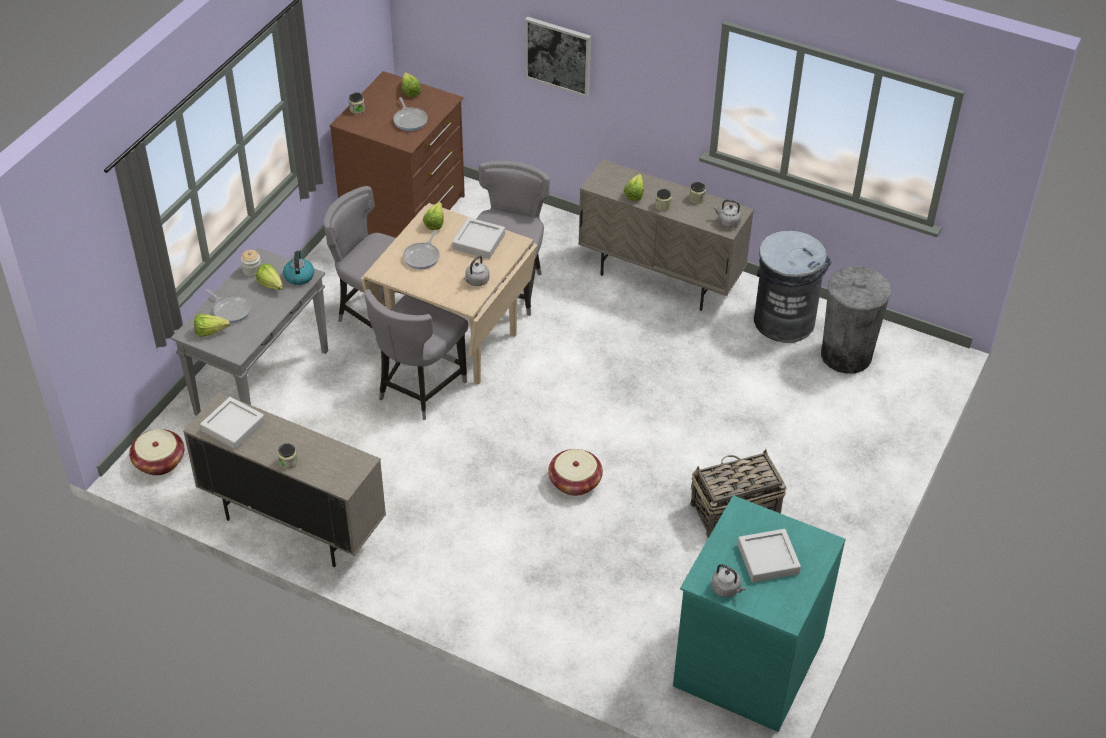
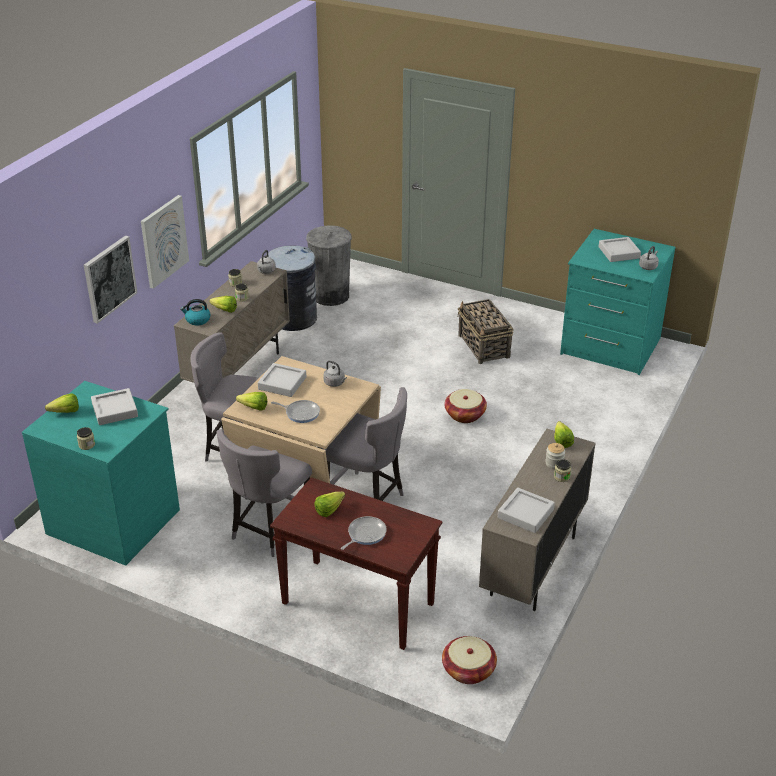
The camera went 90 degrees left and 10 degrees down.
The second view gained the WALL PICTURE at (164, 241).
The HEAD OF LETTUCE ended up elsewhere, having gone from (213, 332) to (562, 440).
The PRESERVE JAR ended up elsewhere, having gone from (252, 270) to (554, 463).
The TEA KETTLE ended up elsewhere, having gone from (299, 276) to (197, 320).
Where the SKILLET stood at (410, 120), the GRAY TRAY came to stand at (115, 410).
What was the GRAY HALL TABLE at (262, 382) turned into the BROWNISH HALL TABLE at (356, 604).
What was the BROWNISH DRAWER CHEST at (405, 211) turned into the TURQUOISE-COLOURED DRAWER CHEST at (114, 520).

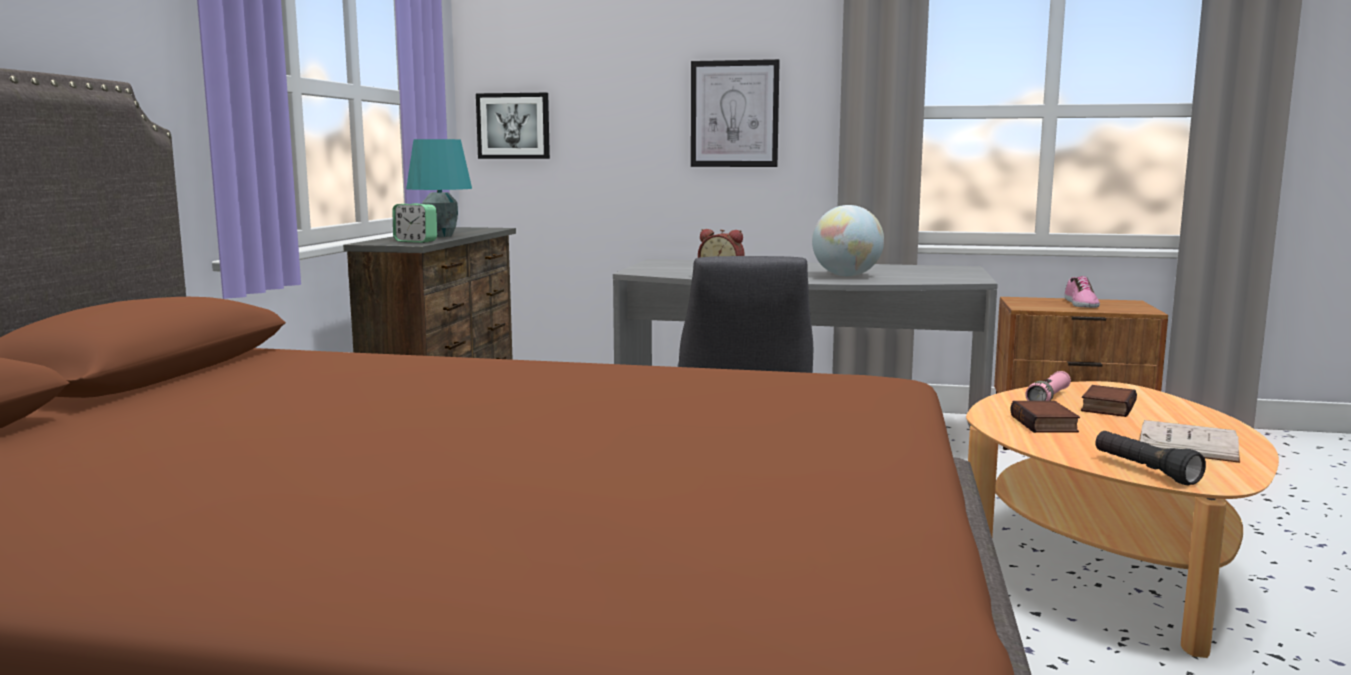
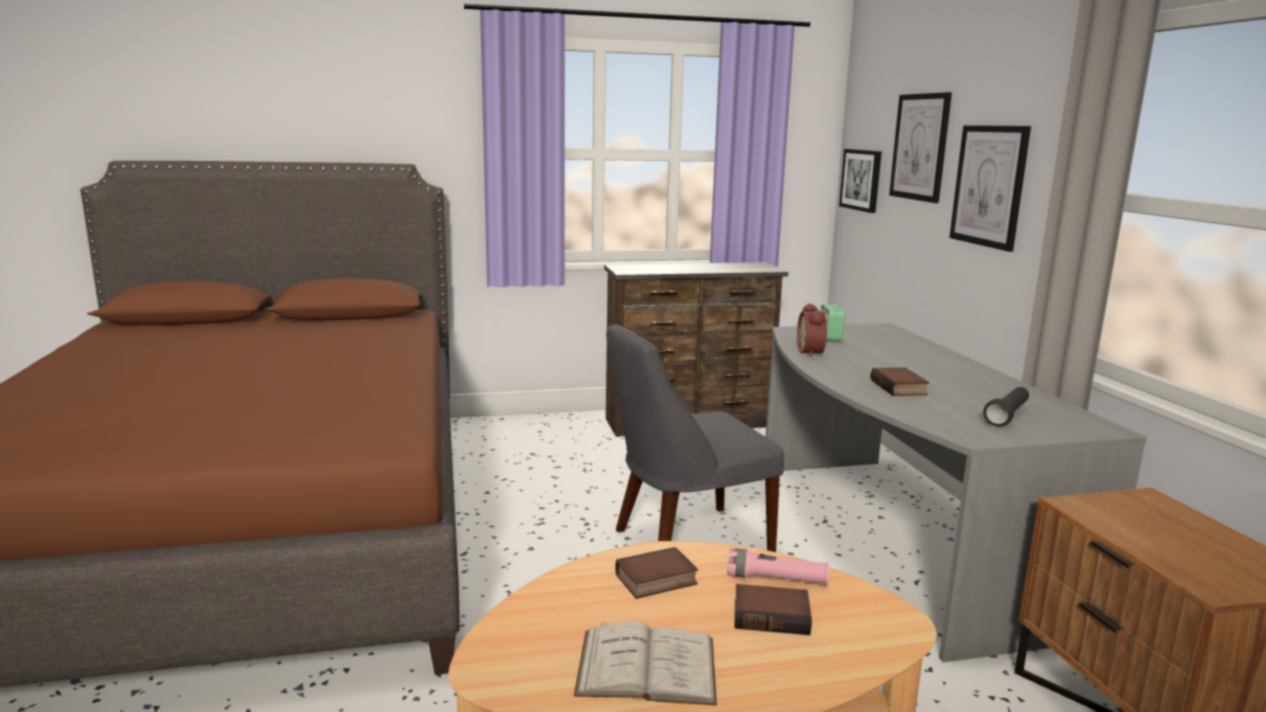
The camera went 65 degrees right and 5 degrees up.
The second view lost the TURQUOISE-COLOURED TABLE LAMP at (442, 236).
The second view lost the ITEM OF FOOTWEAR at (1080, 304).
The second view gained the WALL PICTURE at (920, 147).
The ALARM CLOCK ended up elsewhere, having gone from (415, 241) to (829, 338).
The BLACKISH HAND TORCH ended up elsewhere, having gone from (1144, 470) to (1007, 416).
Where the WORLD GLOBE stood at (846, 276), the BOOK came to stand at (900, 387).

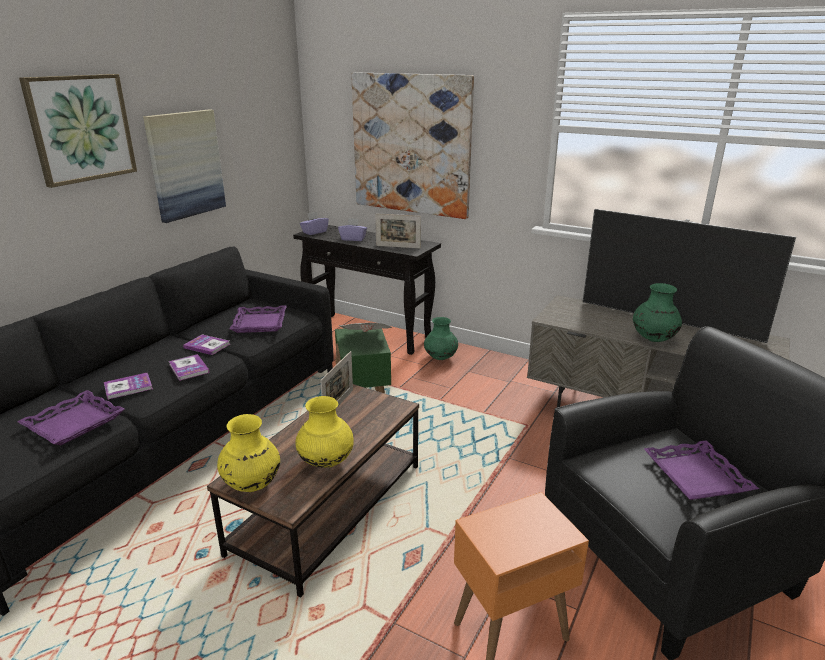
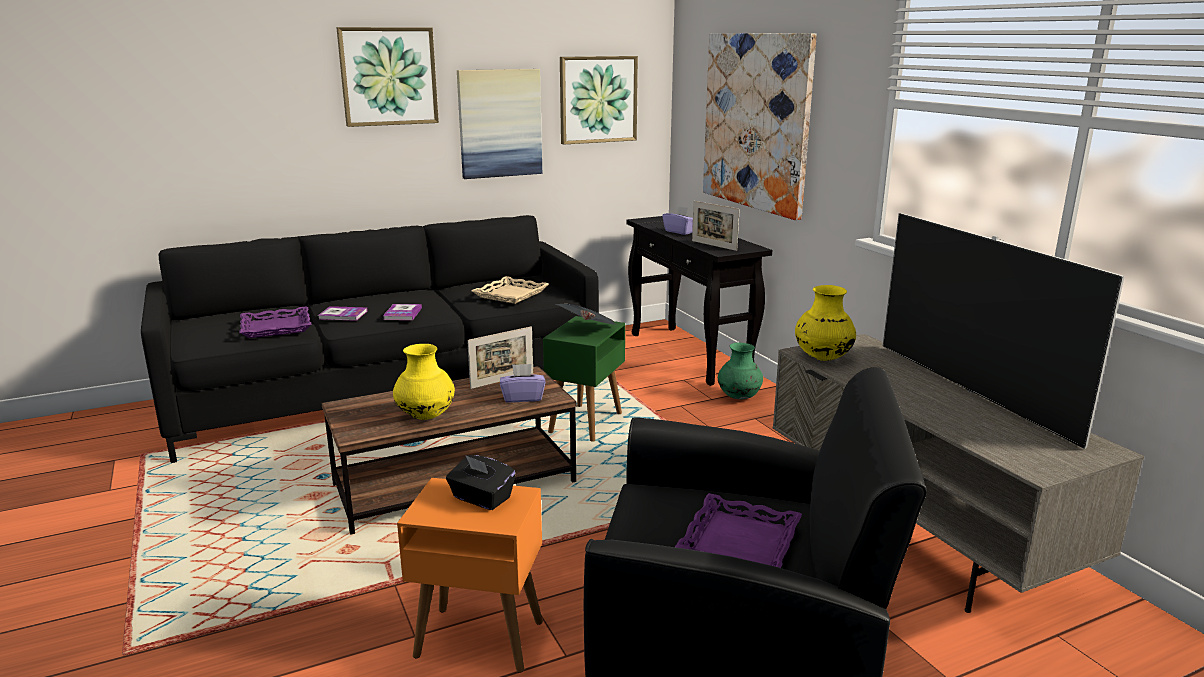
The camera went 35 degrees right and 5 degrees down.
The second view lost the BOOK at (207, 346).
The second view lost the GREENISH VASE at (653, 339).
The second view gained the BLACKISH TISSUE BOX at (481, 498).
The second view gained the WALL PICTURE at (598, 99).
The YELLOW-COLOURED VASE ended up elsewhere, having gone from (251, 484) to (822, 358).
The PURPLE TISSUE BOX ended up elsewhere, having gone from (314, 232) to (522, 397).
What was the PURPLE TRAY at (260, 323) turned into the SAND-COLOURED TRAY at (511, 295).

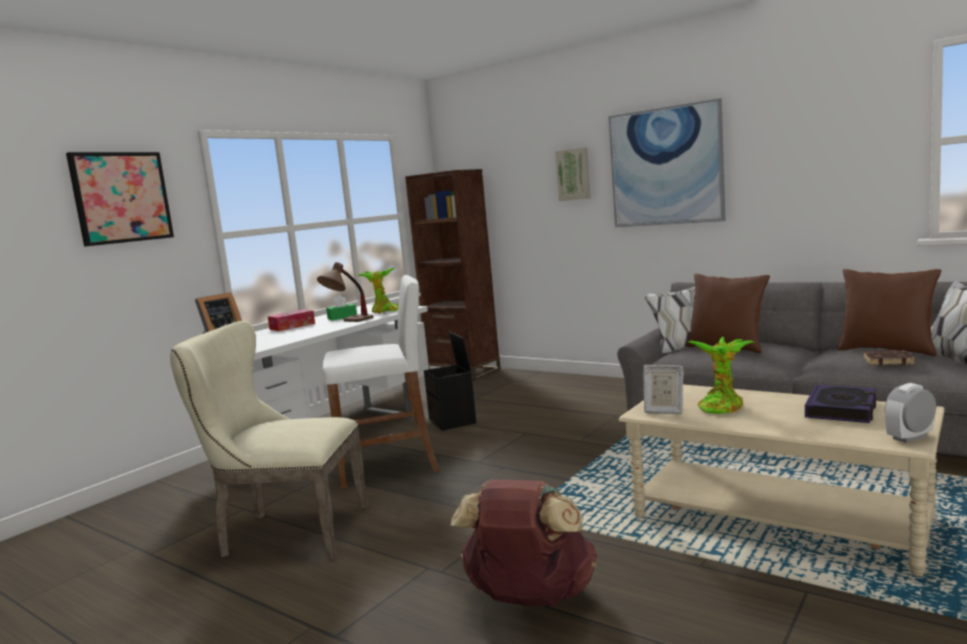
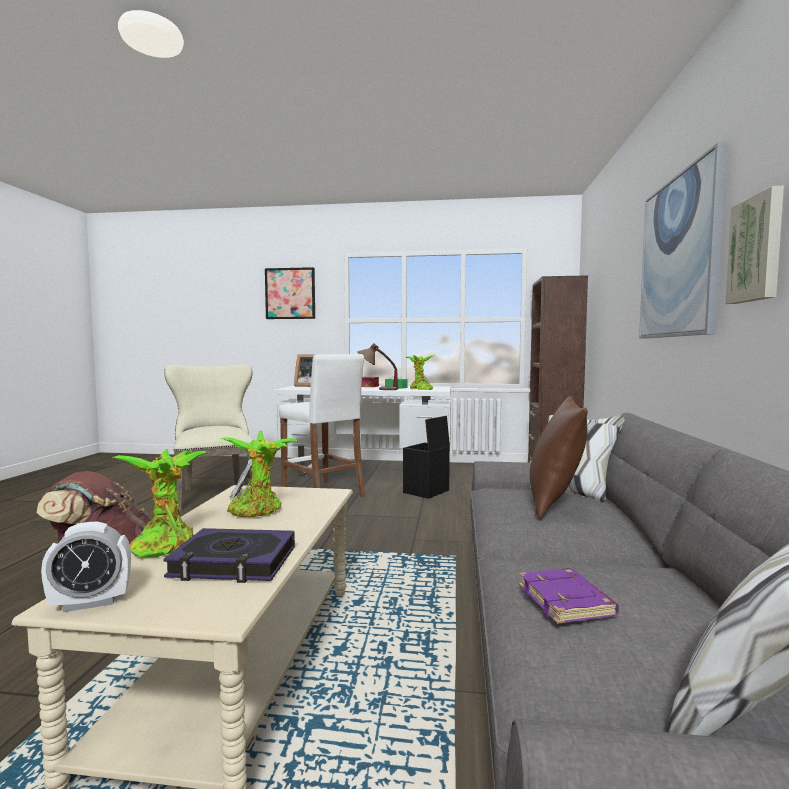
The camera went 60 degrees right and 5 degrees down.
The second view lost the BROWNISH THROW PILLOW at (887, 350).
The second view gained the POTTED PLANT at (164, 544).
The WALL PICTURE ended up elsewhere, having gone from (573, 174) to (757, 249).
What was the BROWNISH BOOK at (888, 361) turned into the PURPLE BOOK at (567, 602).
The ALARM CLOCK at (910, 438) ended up facing another way, 120 degrees clockwise from before.

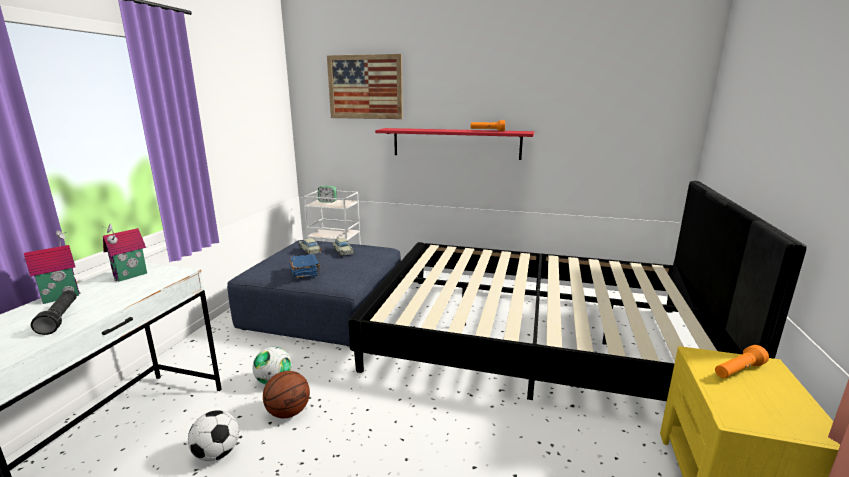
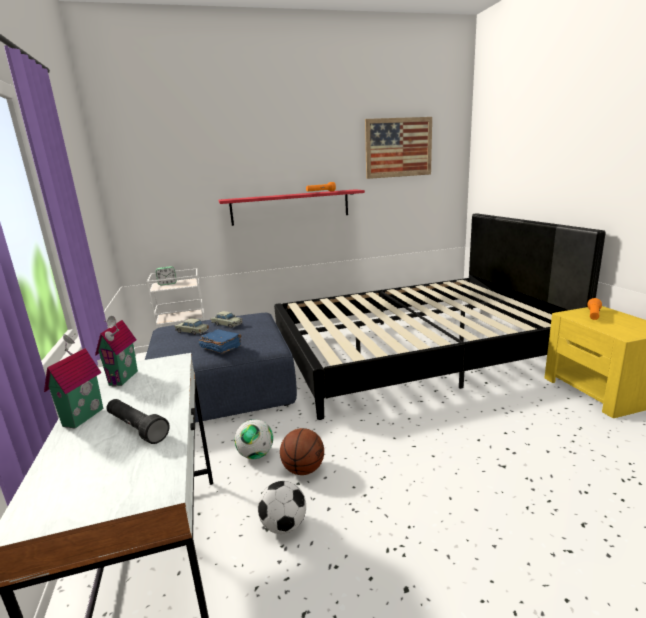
The camera went 30 degrees left and 0 degrees up.
The WALL PICTURE ended up elsewhere, having gone from (365, 87) to (398, 147).

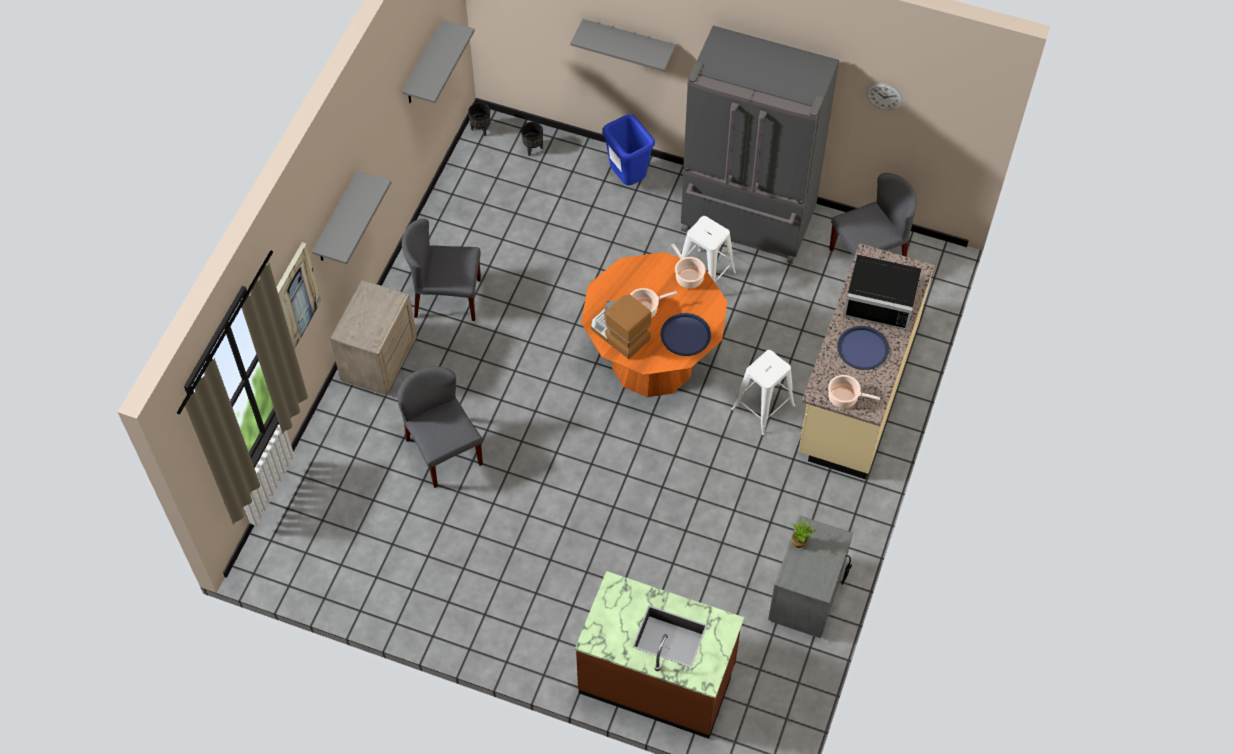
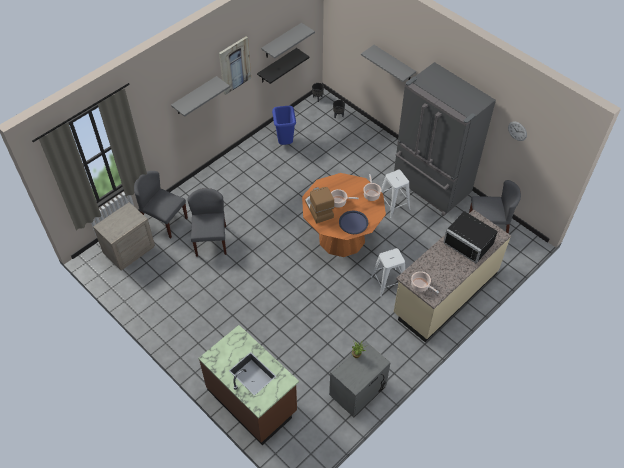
The camera went 25 degrees right and 5 degrees down.
The second view lost the BLUE TRAY at (862, 348).
The second view gained the BLACKISH WALL SHELF at (277, 66).
The WALL PICTURE ended up elsewhere, having gone from (295, 297) to (234, 65).
The SAND-COLOURED BEDSIDE TABLE ended up elsewhere, having gone from (378, 360) to (129, 250).
The GRAY UPRIGHT CHAIR ended up elsewhere, having gone from (447, 298) to (164, 221).
The BLUE RUBBISH BIN ended up elsewhere, having gone from (627, 178) to (285, 142).

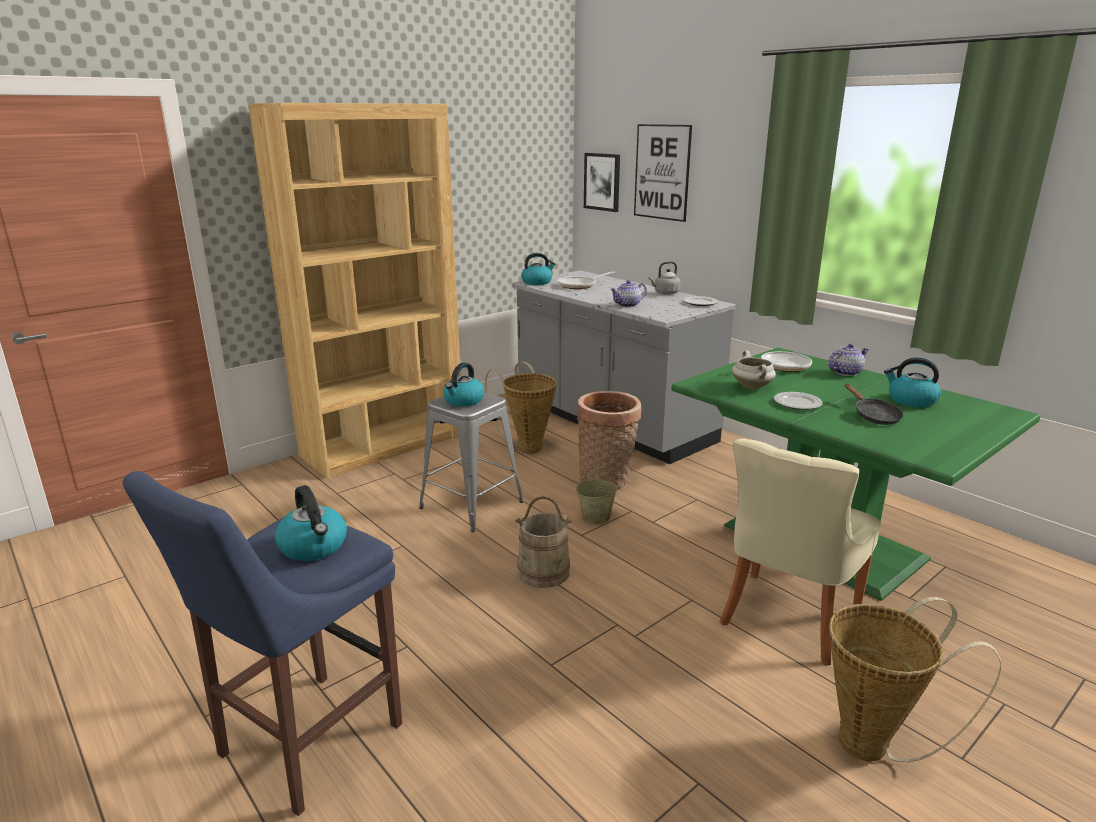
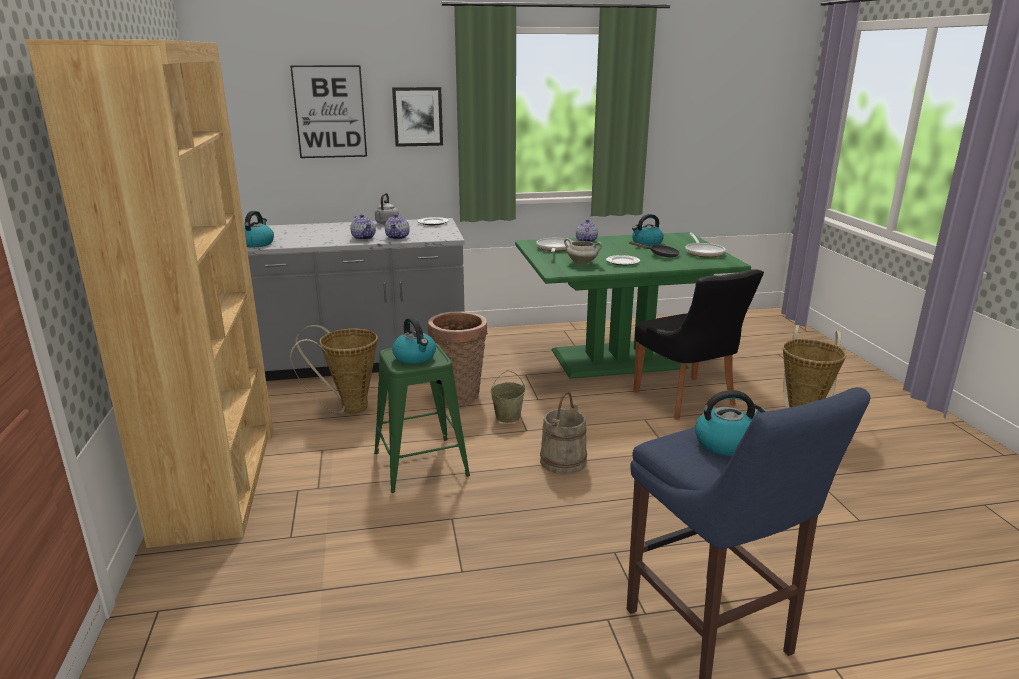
The camera went 60 degrees left and 0 degrees up.
The second view gained the TEAPOT at (364, 238).
The SKILLET ended up elsewhere, having gone from (580, 285) to (703, 252).
The WALL PICTURE ended up elsewhere, having gone from (602, 182) to (417, 116).
What was the GRAY STOOL at (471, 505) turned into the GREENISH STOOL at (420, 464).
What was the SAND-COLOURED UPRIGHT CHAIR at (786, 620) turned into the BLACKISH UPRIGHT CHAIR at (687, 399).

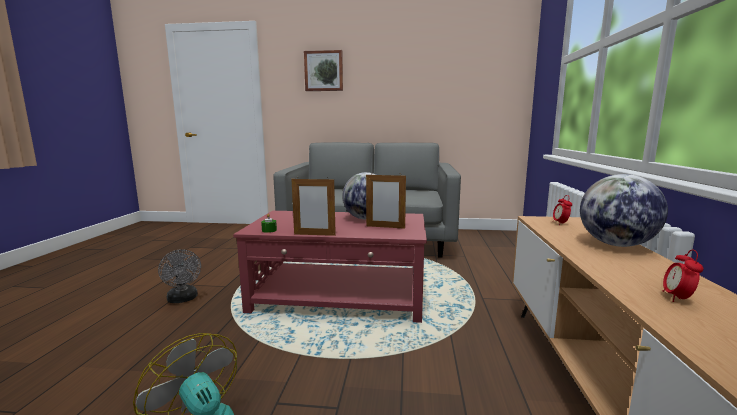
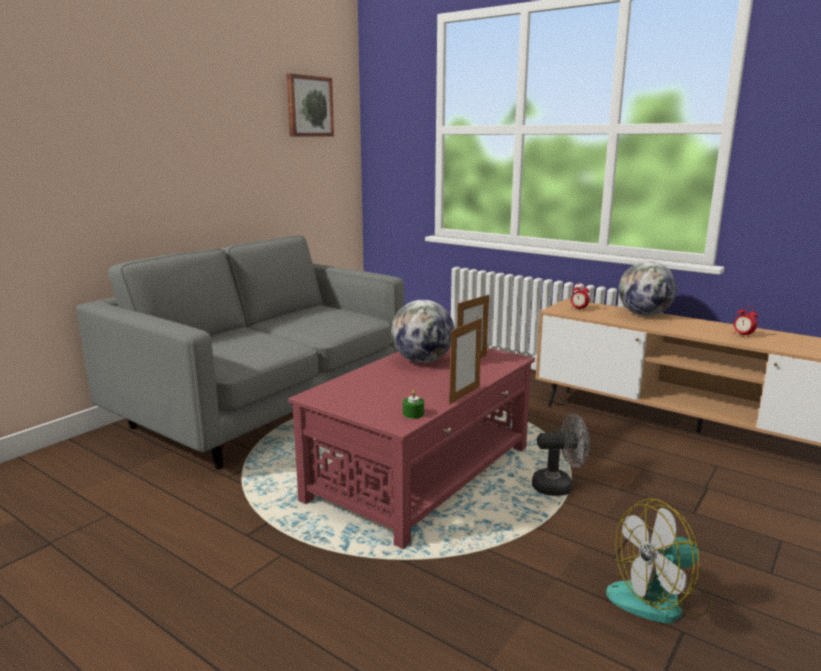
The camera went 60 degrees left and 5 degrees up.
The GRAY FAN ended up elsewhere, having gone from (183, 299) to (558, 486).
The WALL PICTURE ended up elsewhere, having gone from (324, 71) to (309, 106).

